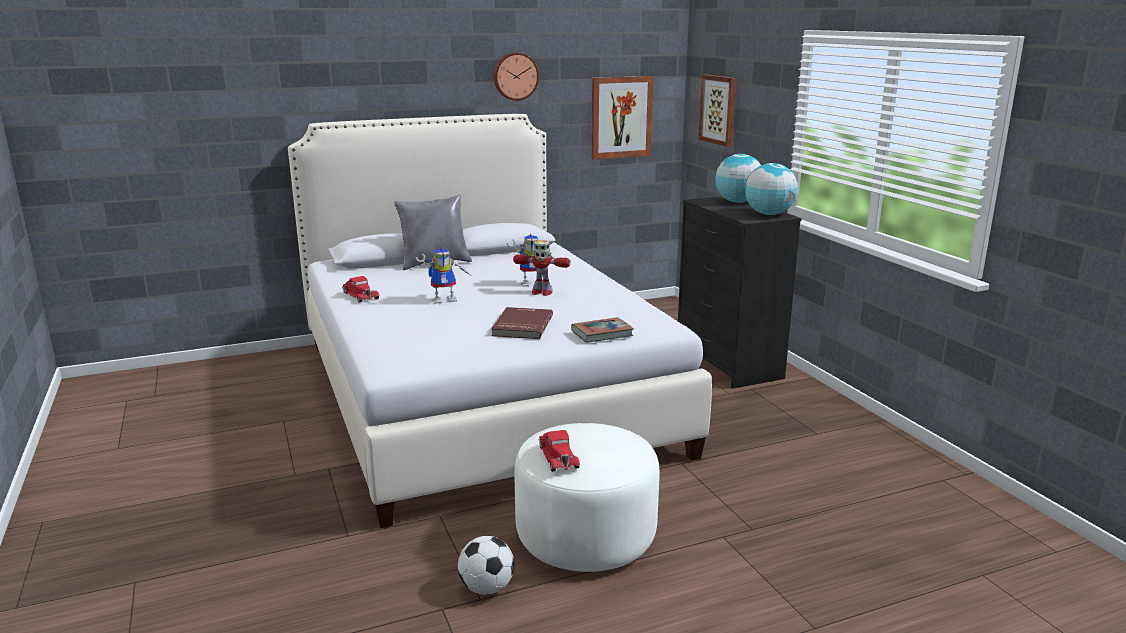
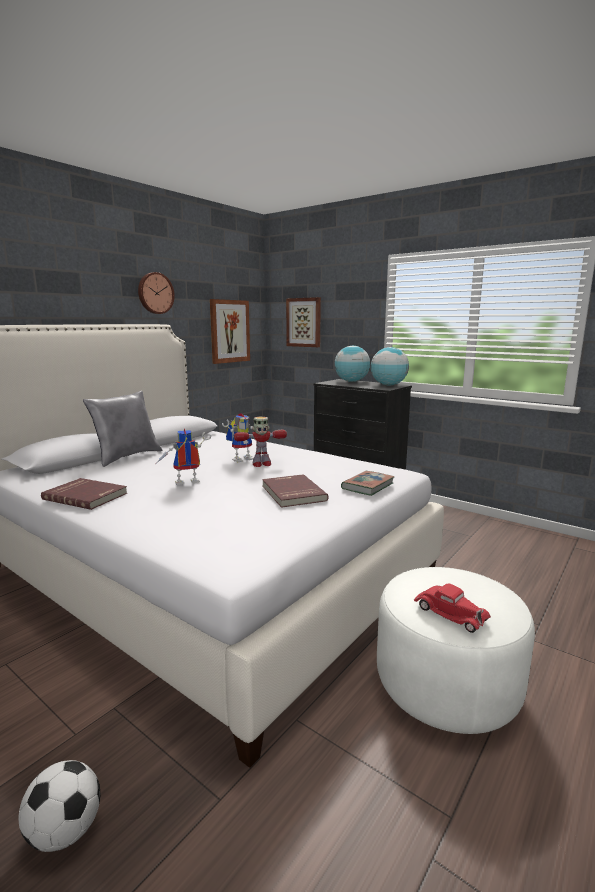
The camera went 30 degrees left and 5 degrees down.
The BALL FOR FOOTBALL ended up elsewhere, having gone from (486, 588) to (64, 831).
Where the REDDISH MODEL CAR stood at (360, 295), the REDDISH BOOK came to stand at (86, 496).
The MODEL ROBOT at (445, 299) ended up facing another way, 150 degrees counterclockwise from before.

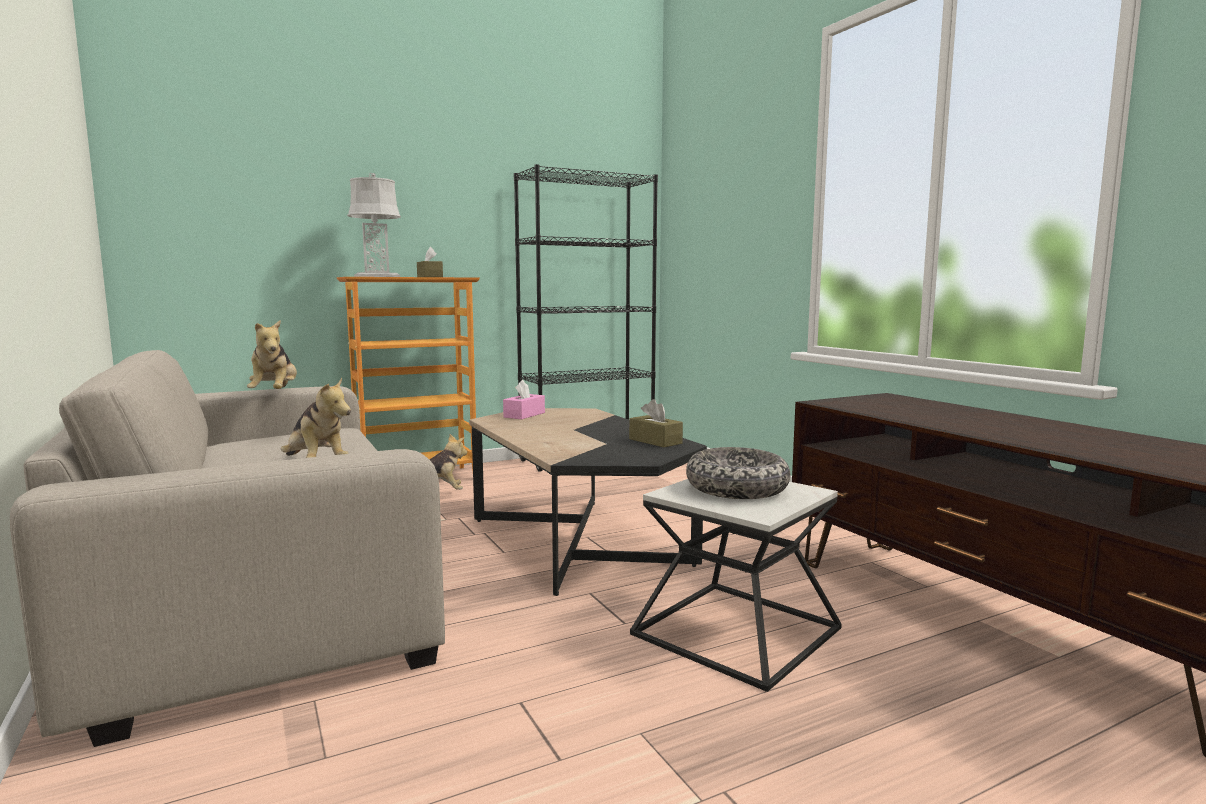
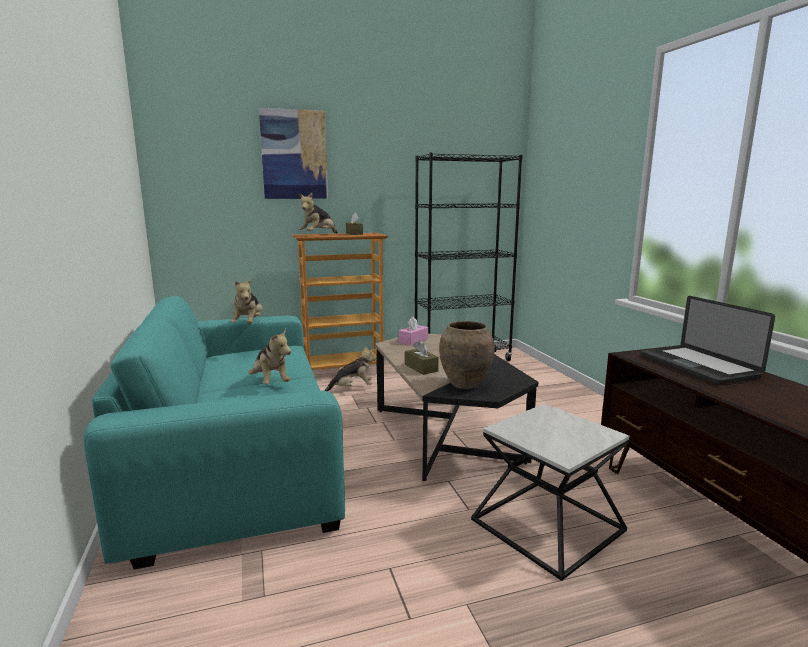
The camera went 10 degrees right and 5 degrees up.
The second view lost the SERVING BOWL at (737, 488).
The second view gained the WALL PICTURE at (294, 155).
The second view gained the BROWNISH VASE at (464, 384).
The second view gained the NOTEBOOK COMPUTER at (697, 366).
The BROWNISH TISSUE BOX ended up elsewhere, having gone from (655, 441) to (421, 368).
Where the GRAY TABLE LAMP stood at (377, 276), the PLUSH TOY came to stand at (318, 235).
What was the SAND-COLOURED SOFA at (258, 592) turned into the TURQUOISE-COLOURED SOFA at (235, 460).

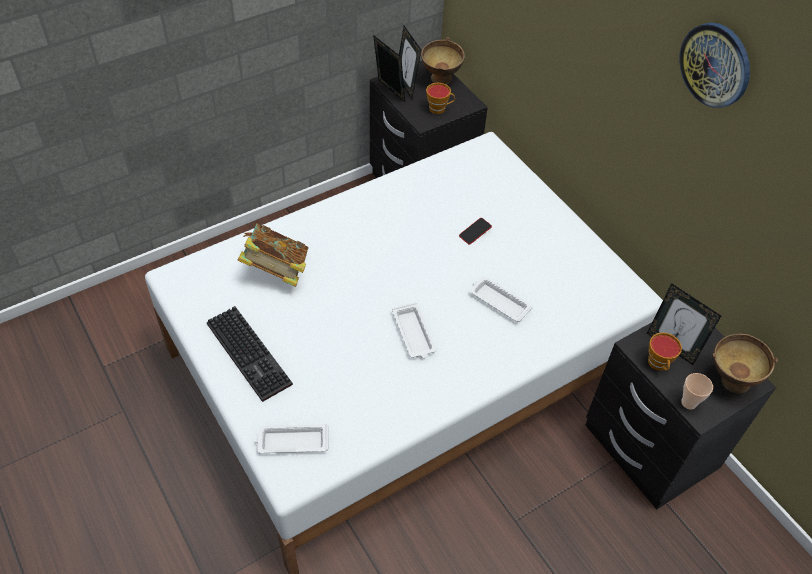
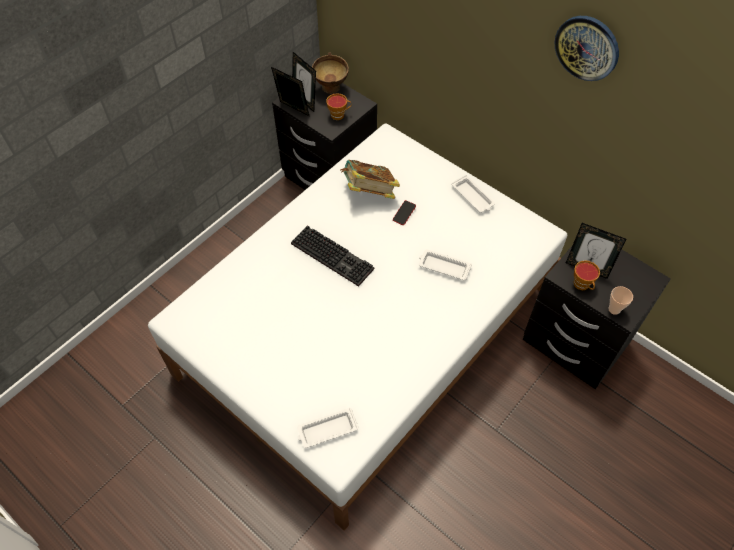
The camera went 15 degrees left and 5 degrees up.
The second view lost the BROWNISH SERVING BOWL at (728, 381).
The KEYBOARD ended up elsewhere, having gone from (251, 354) to (334, 256).
The BOOK ended up elsewhere, having gone from (276, 271) to (369, 192).
The WHITISH TRAY ended up elsewhere, having gone from (414, 334) to (473, 197).

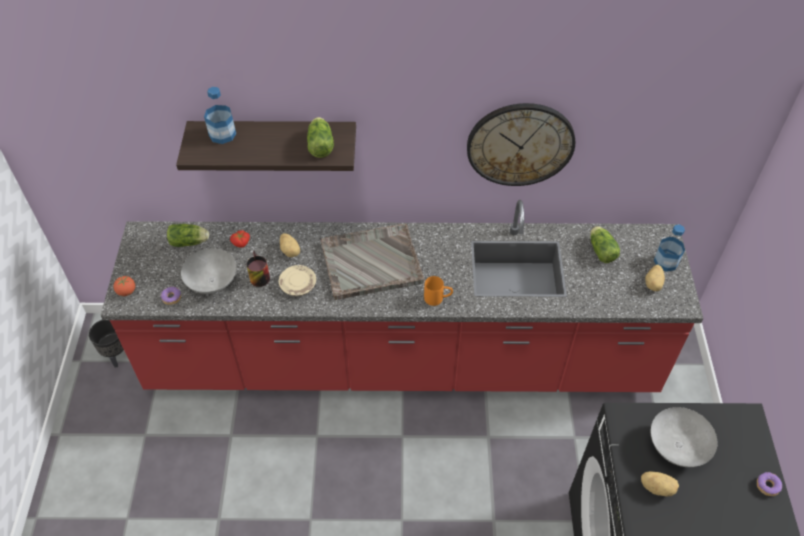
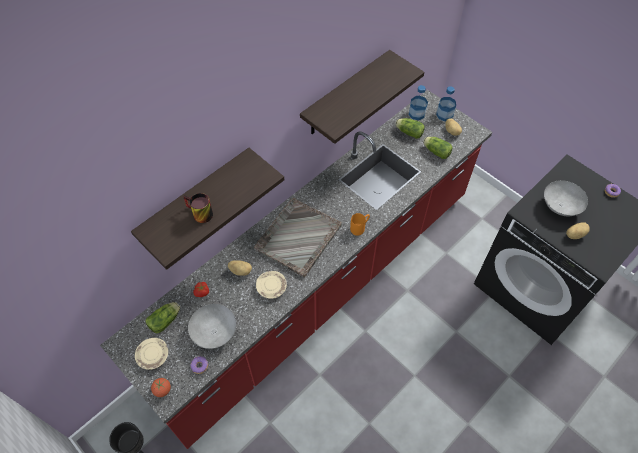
The camera went 45 degrees left and 5 degrees up.
The second view gained the SAND-COLOURED FLAT DISH at (153, 356).
The DRINK BOTTLE ended up elsewhere, having gone from (222, 134) to (416, 114).
The TEA MUG ended up elsewhere, having gone from (257, 276) to (199, 214).
The HEAD OF LETTUCE ended up elsewhere, having gone from (320, 144) to (435, 151).
Where the HANGING CLOCK hung at (520, 144), the WALL SHELF came to hang at (345, 94).

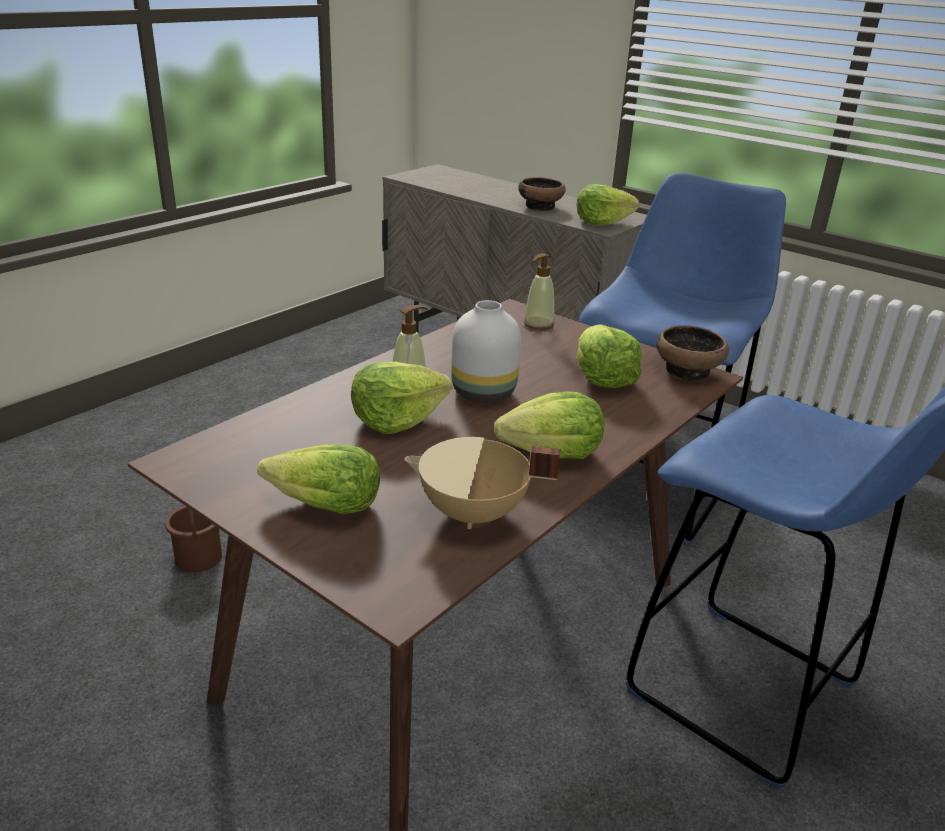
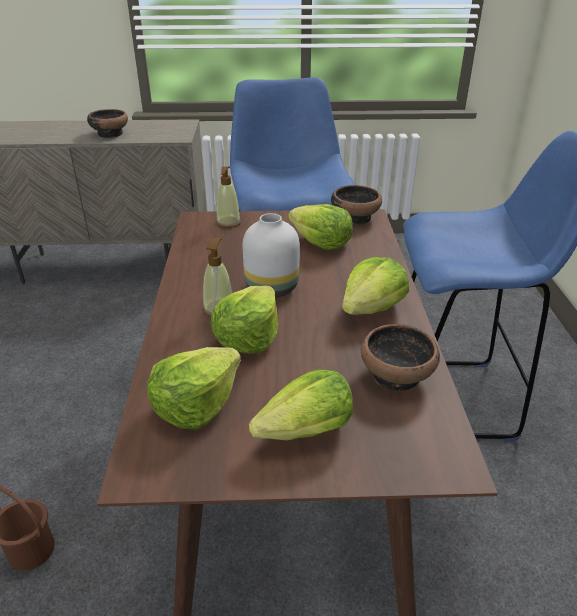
The camera went 40 degrees left and 5 degrees up.
The HEAD OF LETTUCE ended up elsewhere, having gone from (602, 222) to (196, 404).
Where the SAND-COLOURED STOCKPOT stood at (473, 515), the SERVING BOWL came to stand at (397, 375).

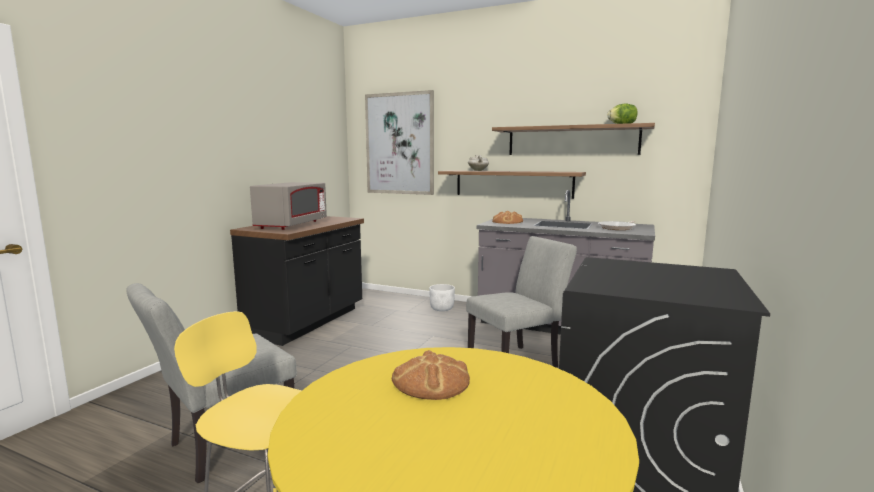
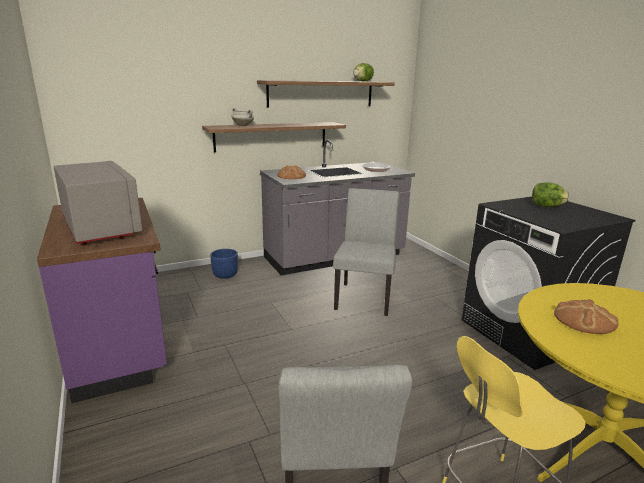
The camera went 50 degrees left and 10 degrees up.
The second view lost the WALL PICTURE at (399, 144).
The second view gained the HEAD OF LETTUCE at (546, 206).
What was the BLACKISH KITCHEN COUNTER at (308, 322) turned into the PURPLE KITCHEN COUNTER at (120, 345).
What was the WHITISH PLANT POT at (441, 308) turned into the BLUE PLANT POT at (225, 275).

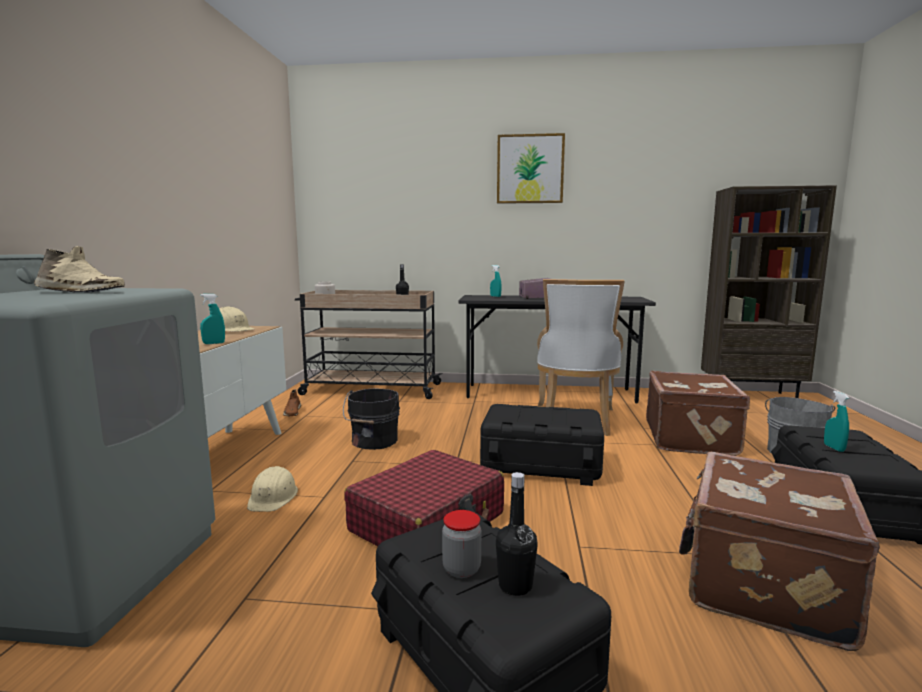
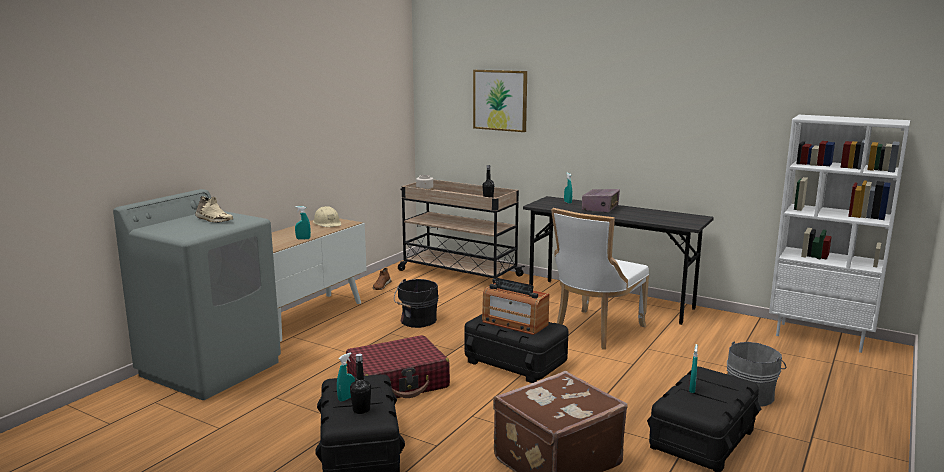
The camera went 25 degrees right and 5 degrees up.
The second view lost the SAND-COLOURED HARD HAT at (273, 497).
The second view lost the BROWNISH TRAVEL CASE at (692, 438).
The second view gained the RADIO RECEIVER at (514, 323).
The WALL PICTURE ended up elsewhere, having gone from (530, 169) to (500, 100).
Where the PRESERVE JAR stood at (461, 569), the TURQUOISE-COLOURED SPRAYER came to stand at (346, 398).
What was the BROWNISH BOOKSHELF at (751, 396) turned into the WHITISH BOOKSHELF at (820, 337).

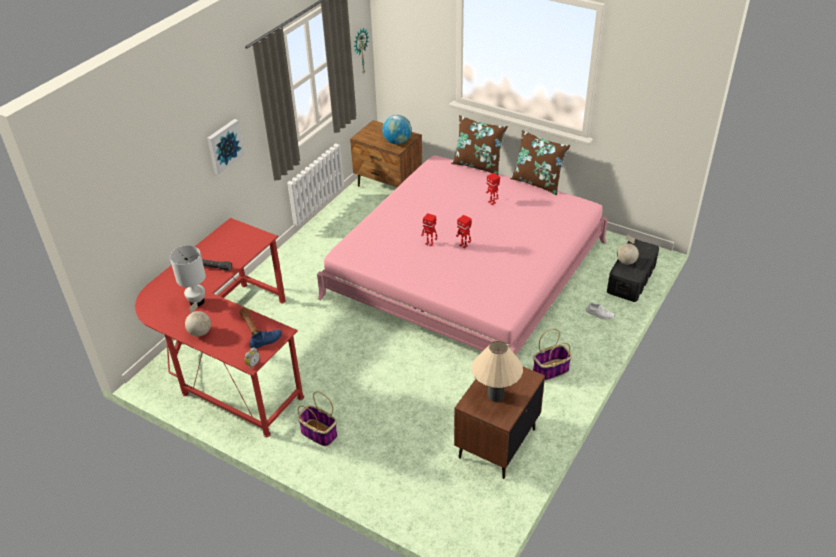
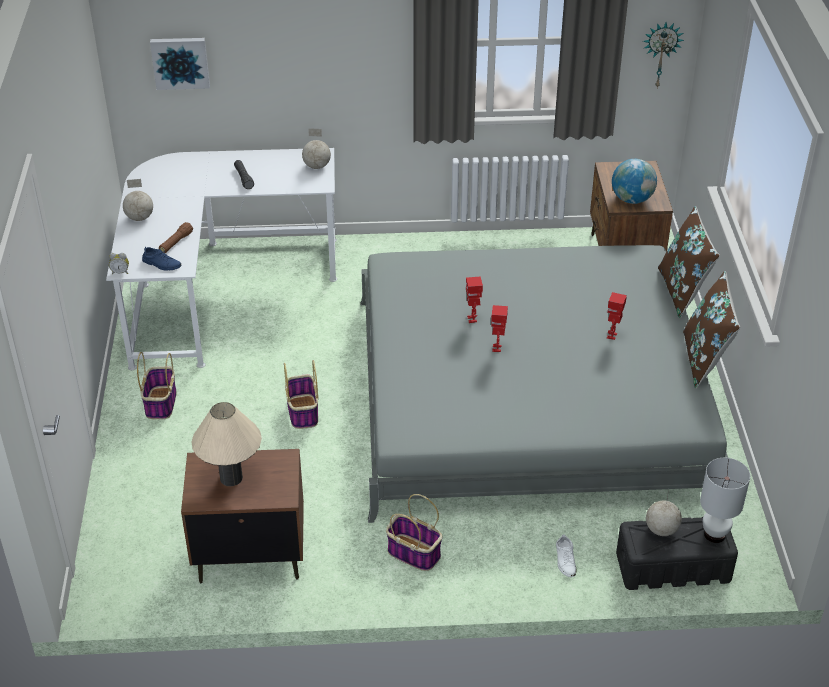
The camera went 55 degrees right and 0 degrees up.
The second view gained the BASKET at (302, 412).
The second view gained the WORLD GLOBE at (316, 166).
The WHITISH TABLE LAMP ended up elsewhere, having gone from (197, 302) to (714, 535).
The WALL PICTURE ended up elsewhere, having gone from (224, 146) to (180, 62).
What was the REDDISH DESK at (229, 358) turned into the WHITISH DESK at (216, 287).
What was the PINK-COLOURED SLEEPING BED at (466, 269) turned into the GRAY SLEEPING BED at (529, 397).

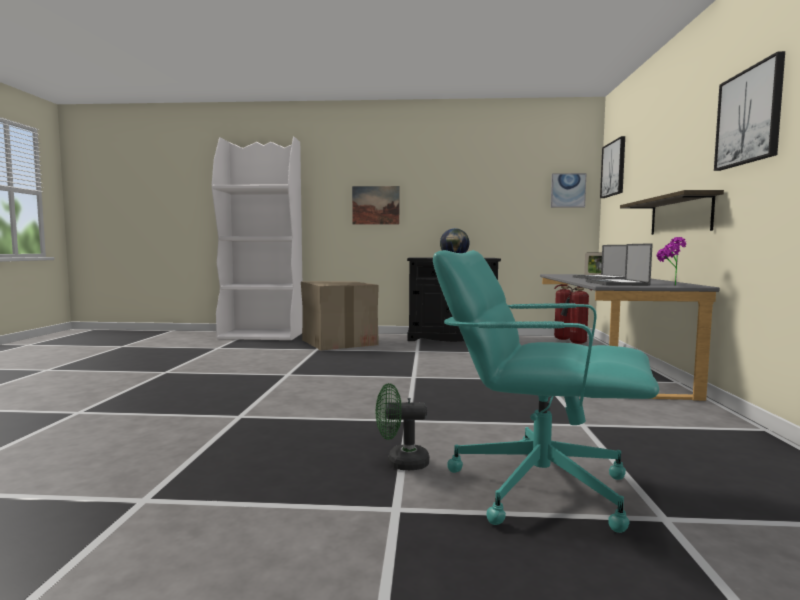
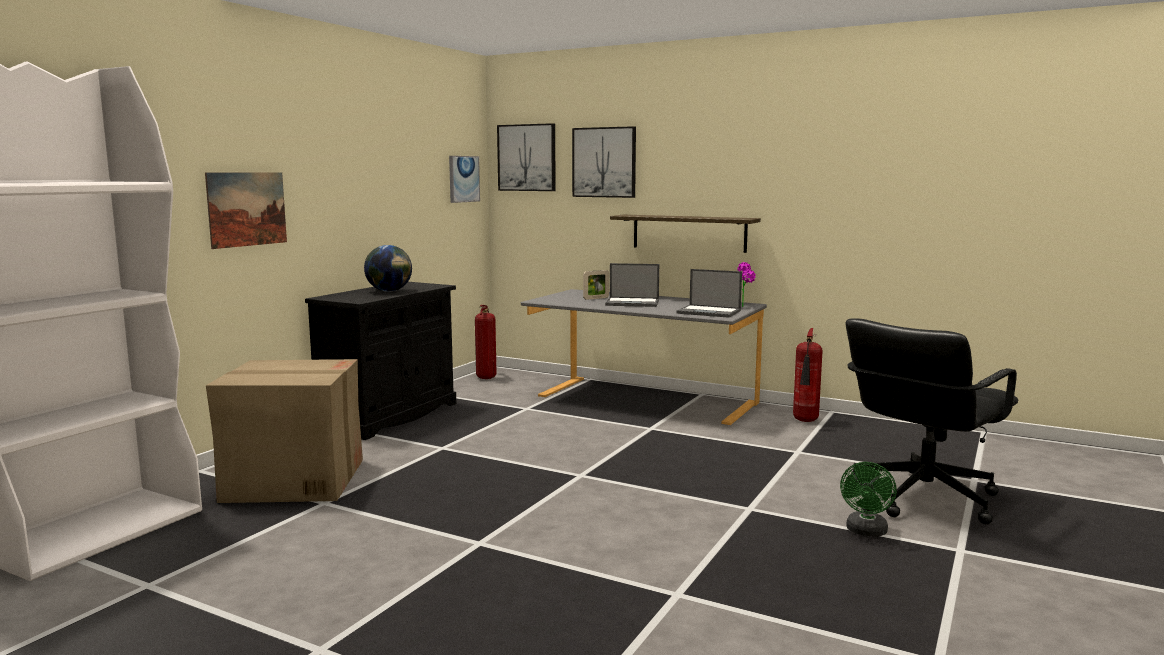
The camera went 65 degrees left and 5 degrees up.
The EXTINGUISHER ended up elsewhere, having gone from (575, 343) to (805, 421).
The WALL PICTURE ended up elsewhere, having gone from (749, 116) to (604, 162).
What was the TURQUOISE-COLOURED OFFICE CHAIR at (537, 486) turned into the BLACKISH OFFICE CHAIR at (922, 497).

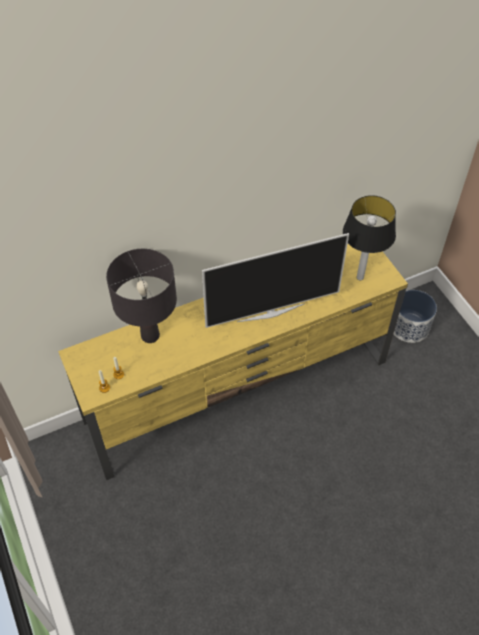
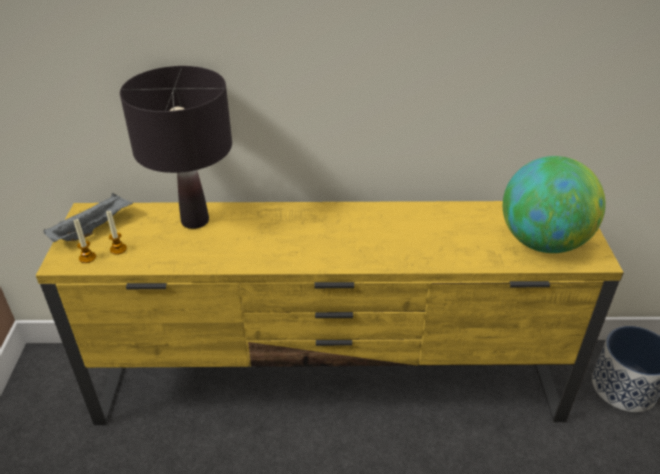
The camera went 25 degrees right and 15 degrees down.
The second view lost the TELEVISION at (270, 312).
The second view gained the GRAY TRAY at (93, 229).
Where the TABLE LAMP stood at (359, 277), the WORLD GLOBE came to stand at (542, 242).

